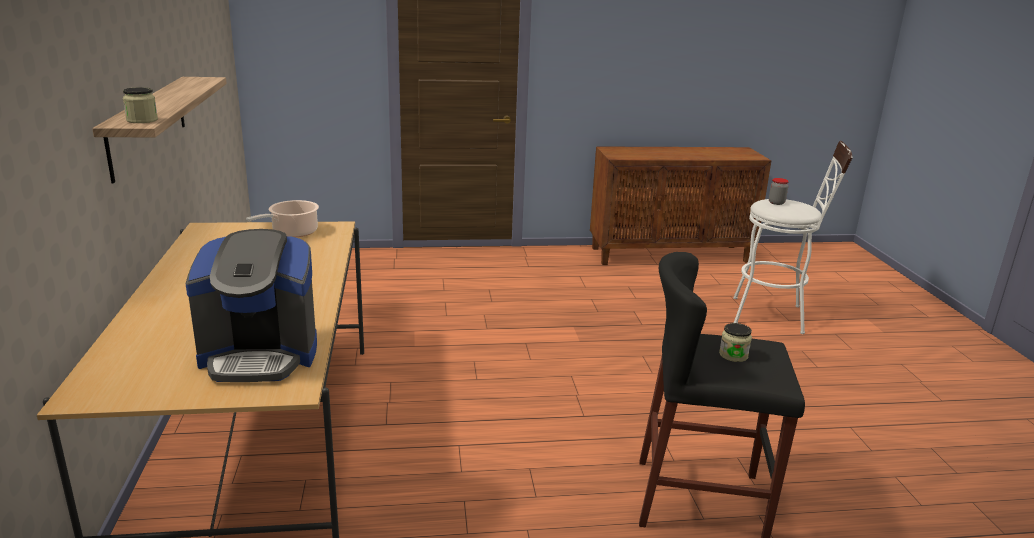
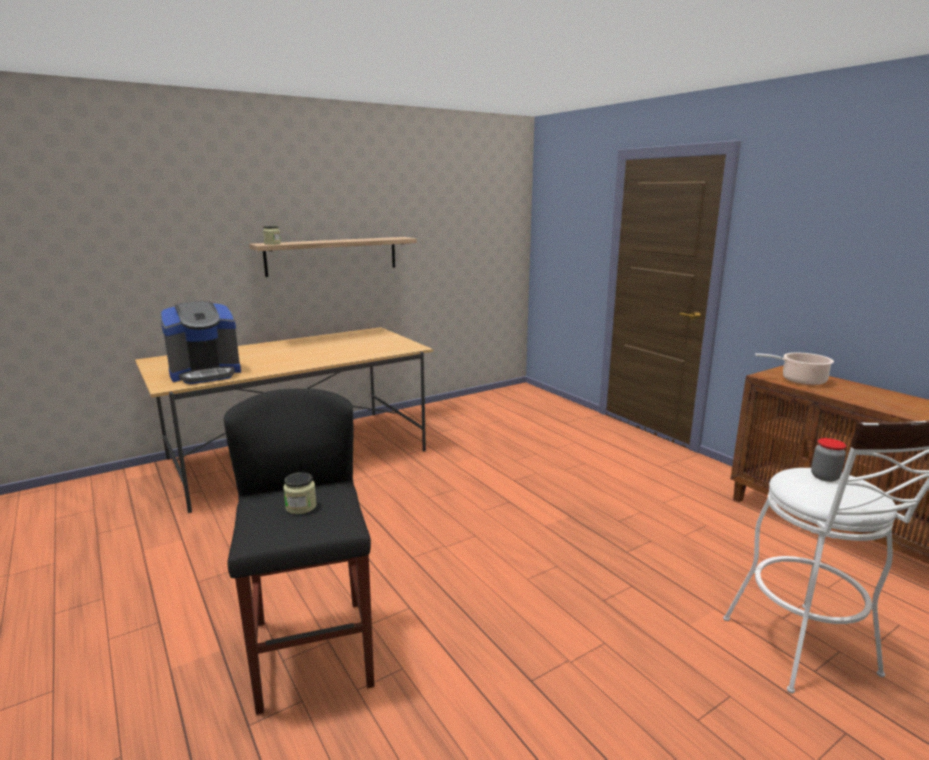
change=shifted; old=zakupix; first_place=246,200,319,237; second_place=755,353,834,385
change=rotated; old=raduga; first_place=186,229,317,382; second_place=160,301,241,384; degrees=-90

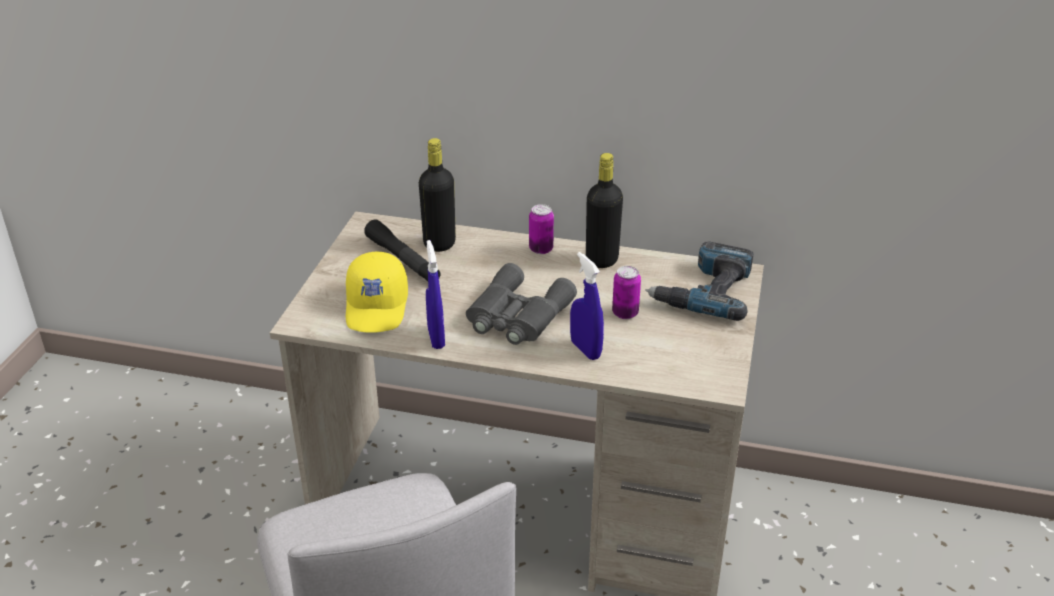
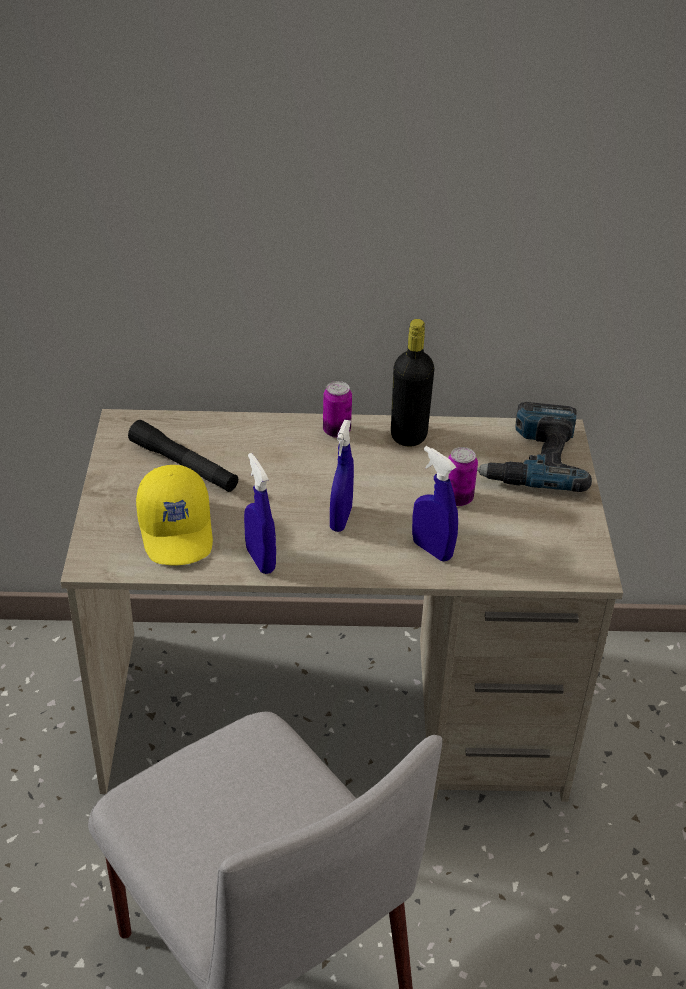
change=gone; old=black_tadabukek; first_place=419,138,456,252
change=swapped; old=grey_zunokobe; new=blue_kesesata; first_place=466,263,577,345; second_place=330,420,354,532

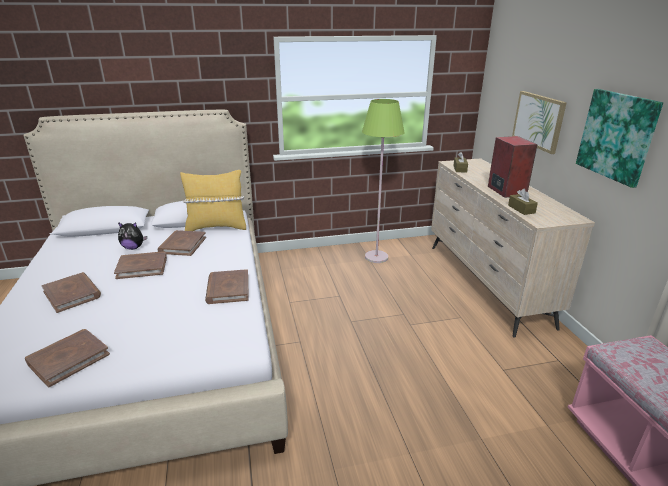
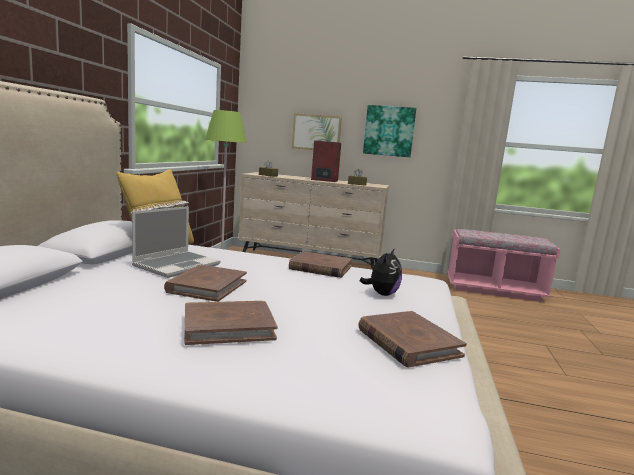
change=shifted; old=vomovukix; first_place=118,222,147,250; second_place=360,248,402,296
change=swapped; old=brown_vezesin; new=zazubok; first_place=158,230,206,256; second_place=132,206,220,278

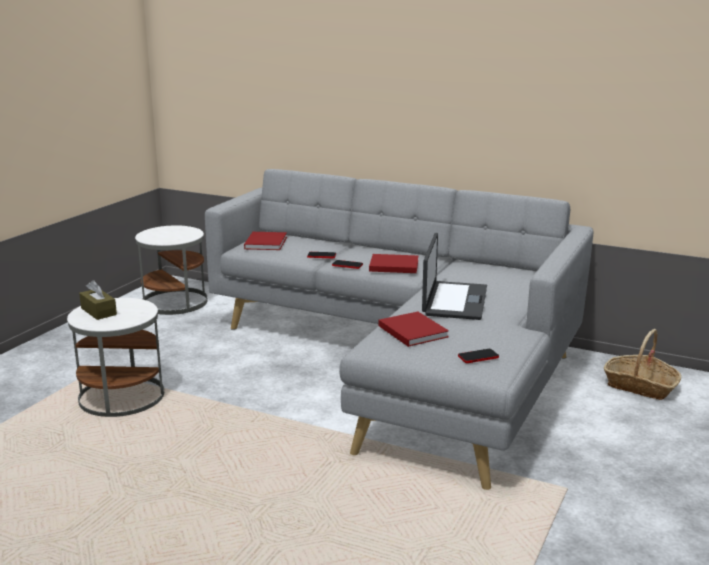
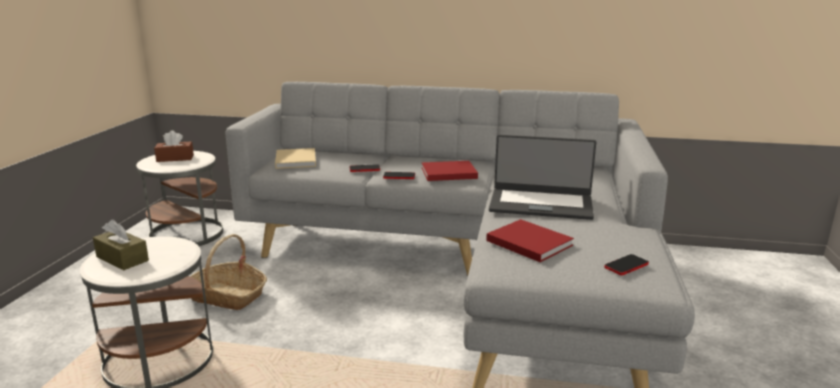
change=new; new=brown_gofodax; second_place=154,131,194,162
change=shifted; old=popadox; first_place=604,329,681,400; second_place=190,234,267,310
change=repainted; old=red_vezesin; new=beige_vezesin; first_place=244,232,287,250; second_place=275,148,316,169
change=rotated; old=zazubok; first_place=422,233,487,320; second_place=489,135,596,220; degrees=105

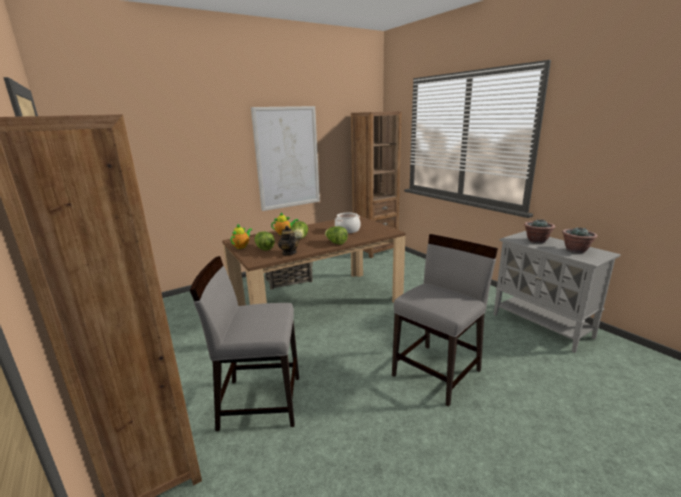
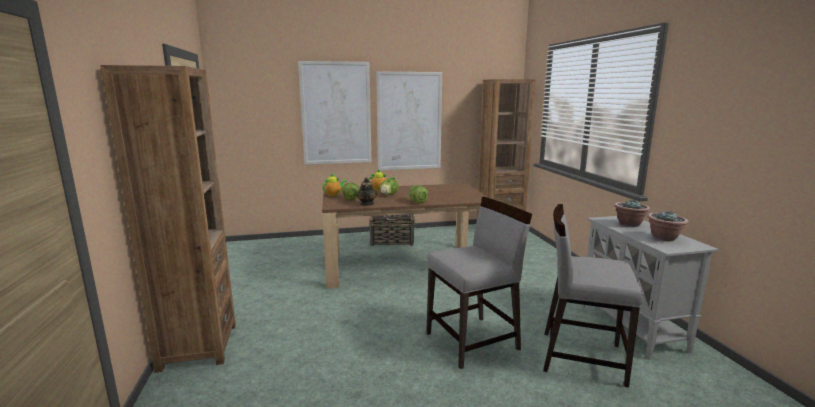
change=gone; old=zakupix; first_place=335,213,361,233
change=new; new=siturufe; second_place=298,61,371,165
change=shifted; old=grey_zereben; first_place=190,256,299,431; second_place=543,204,643,388

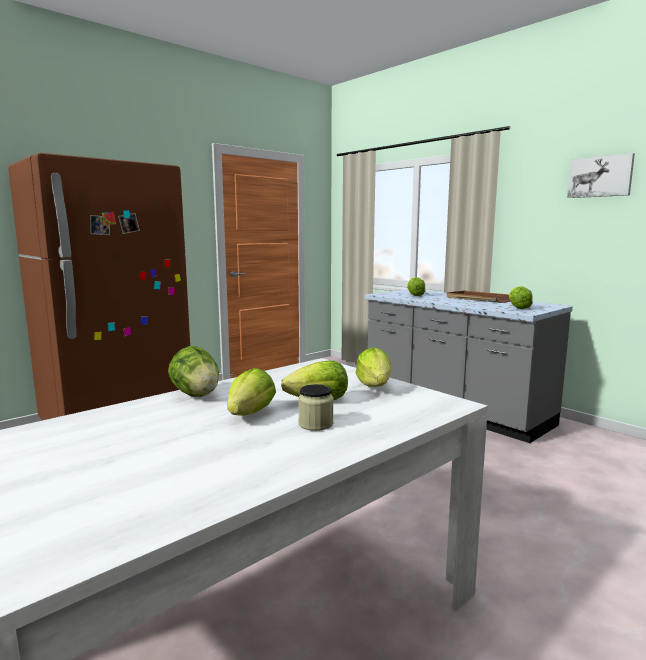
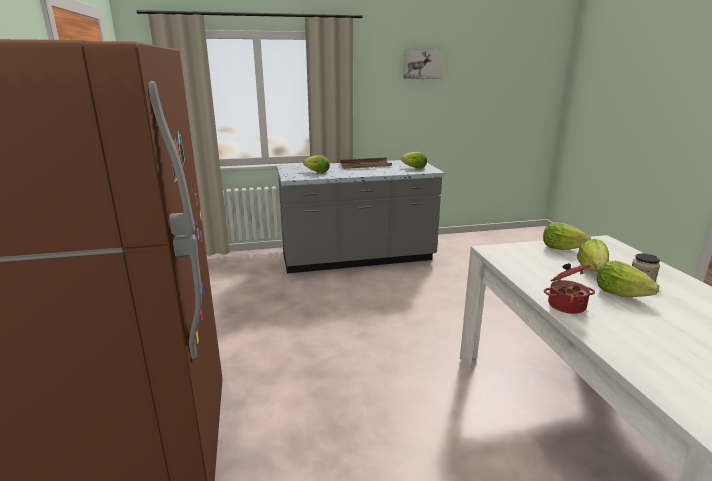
change=swapped; old=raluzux; new=zakupix; first_place=168,346,219,397; second_place=544,263,595,314

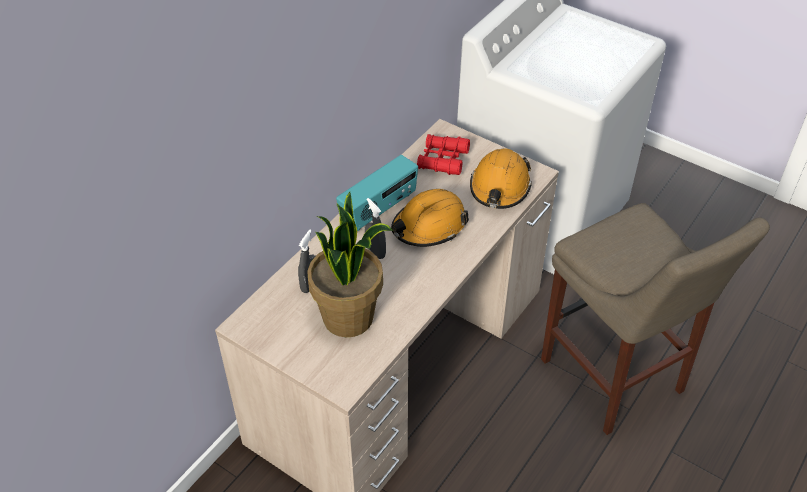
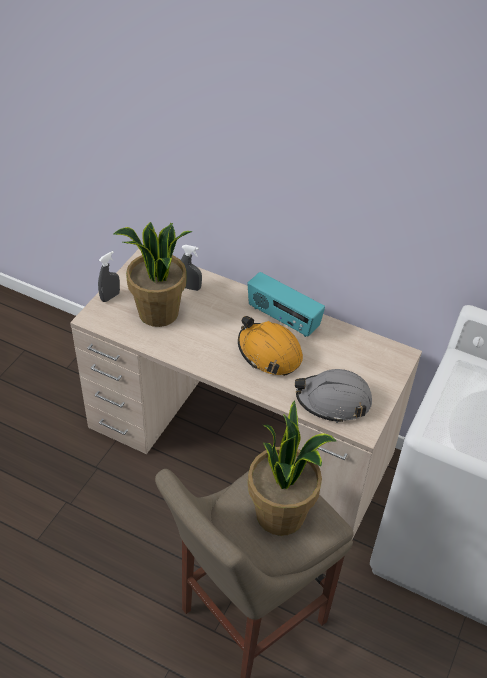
change=gone; old=red_zunokobe; first_place=417,134,470,175
change=new; new=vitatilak; second_place=248,400,336,536
change=shifted; old=grey_kesesata; first_place=365,198,386,259; second_place=98,251,120,302
change=repainted; old=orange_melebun; new=grey_melebun; first_place=470,148,532,209; second_place=295,369,372,423

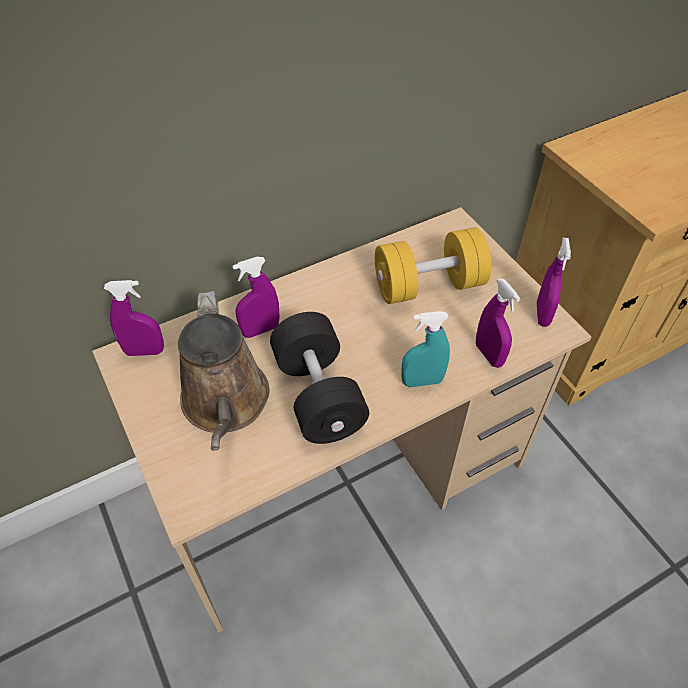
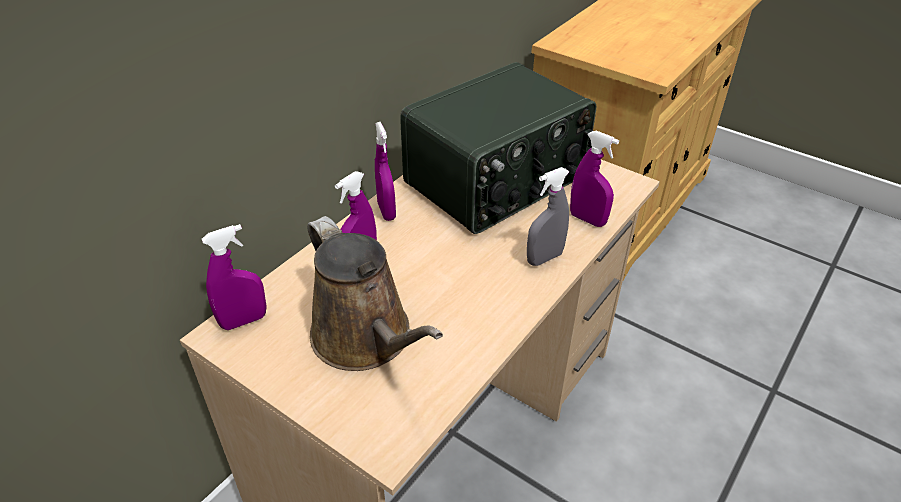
change=gone; old=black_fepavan; first_place=270,312,369,444
change=shifted; old=purple_kesesata; first_place=537,238,571,327; second_place=375,122,396,221
change=swapped; old=yellow_fepavan; new=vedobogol; first_place=375,227,491,304; second_place=400,62,596,234
change=repainted; old=turquoise_kesesata; new=grey_kesesata; first_place=402,311,450,387; second_place=527,167,569,266

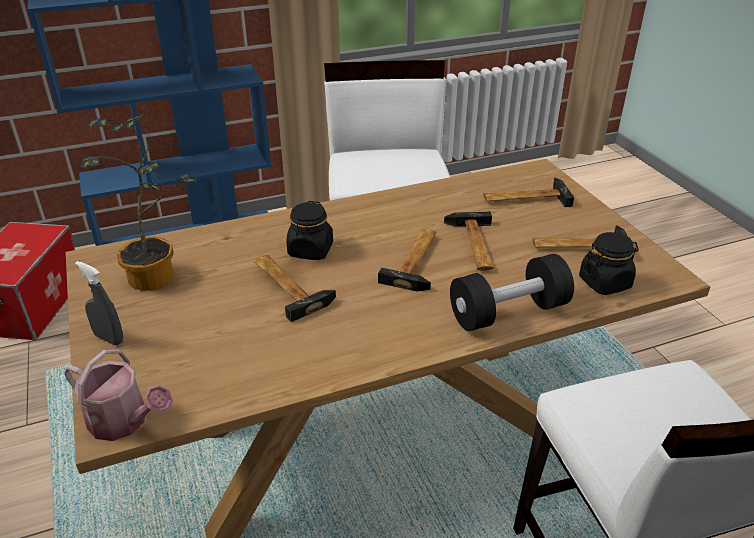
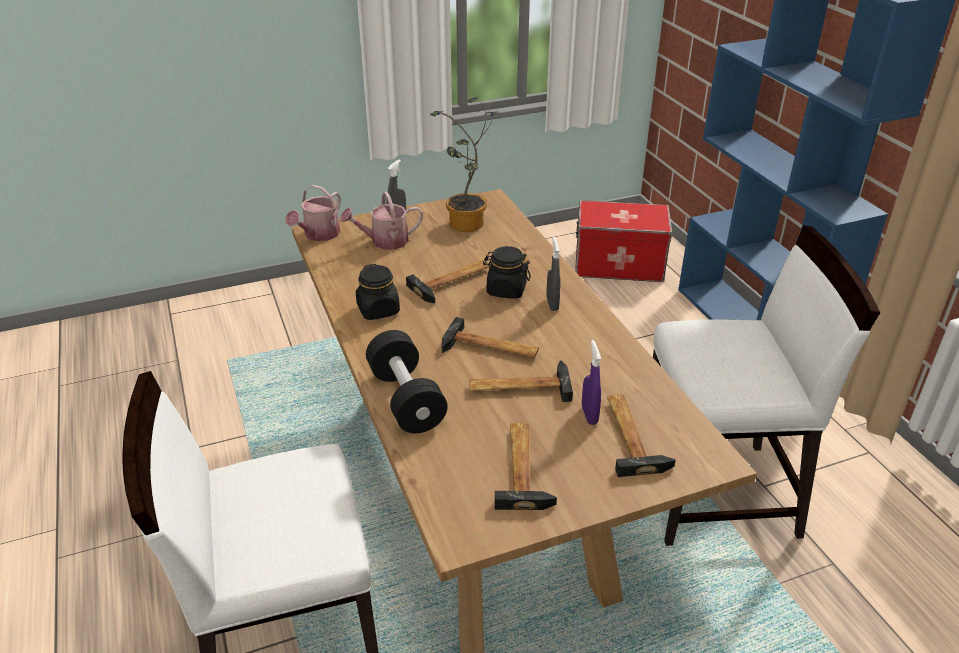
change=new; new=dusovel; second_place=340,191,423,250
change=new; new=grey_kesesata; second_place=546,237,560,311
change=new; new=purple_kesesata; second_place=582,340,601,425
change=shifted; old=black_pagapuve; first_place=579,232,639,295; second_place=356,264,400,320

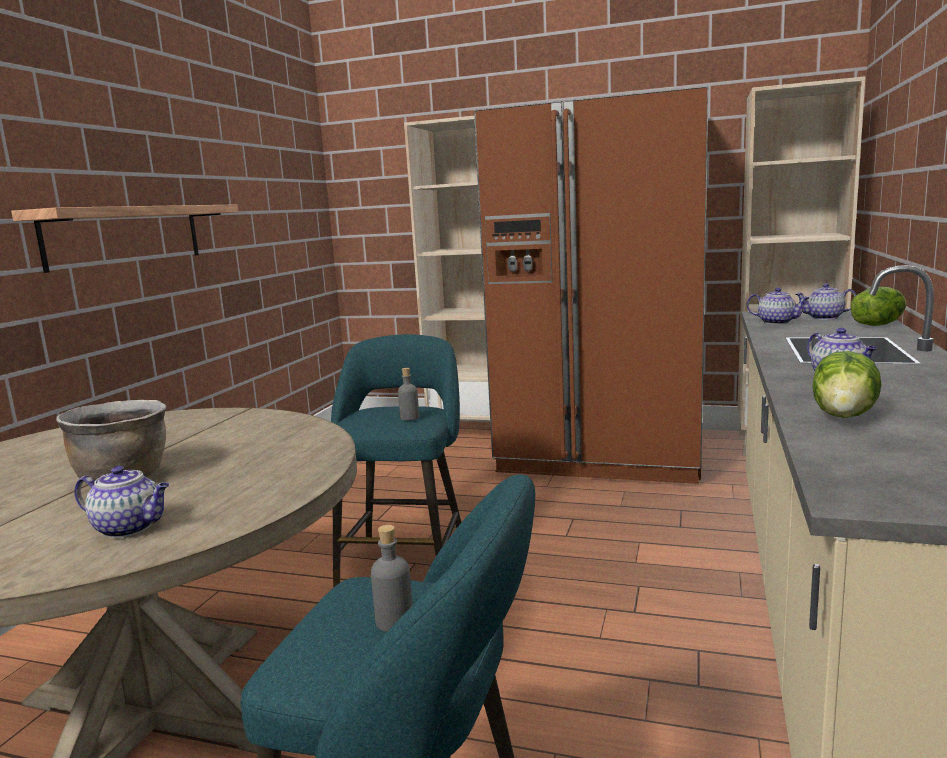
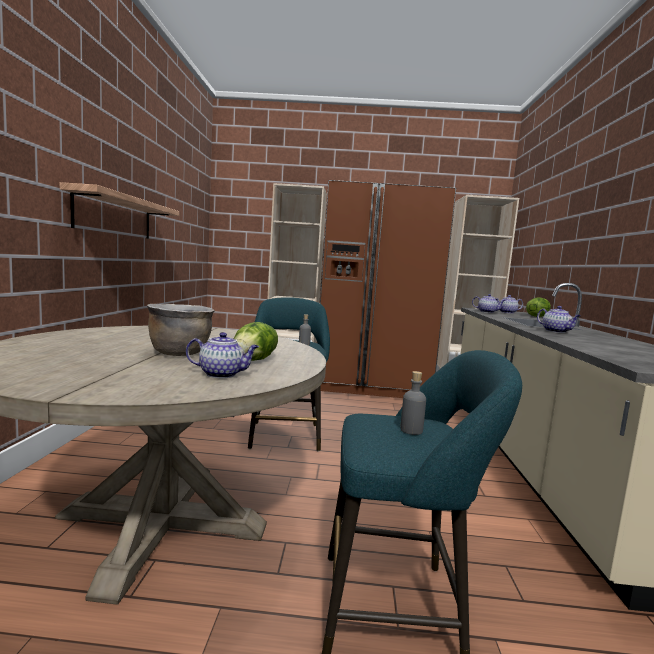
change=shifted; old=raluzux; first_place=812,351,881,418; second_place=234,322,278,361

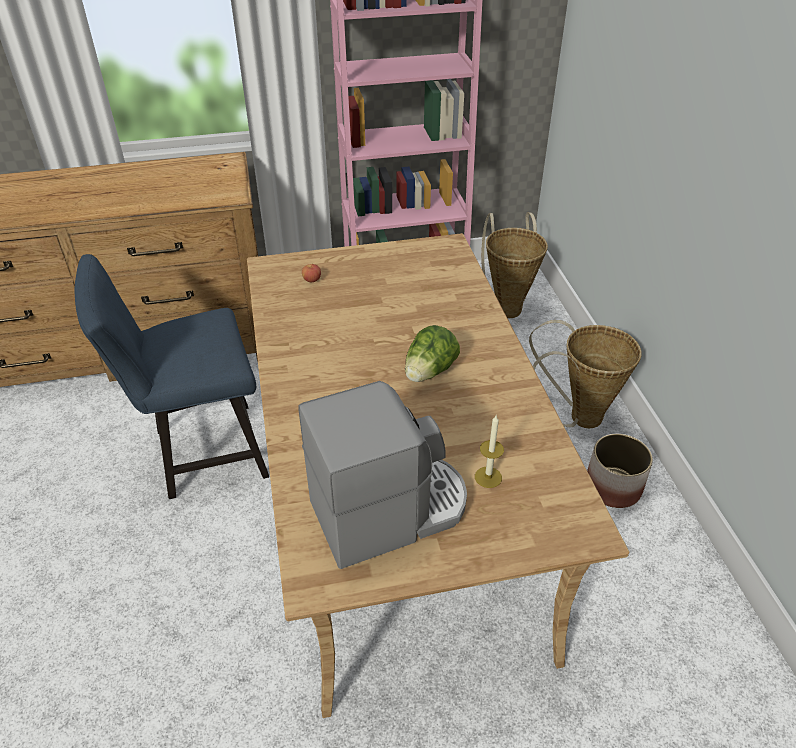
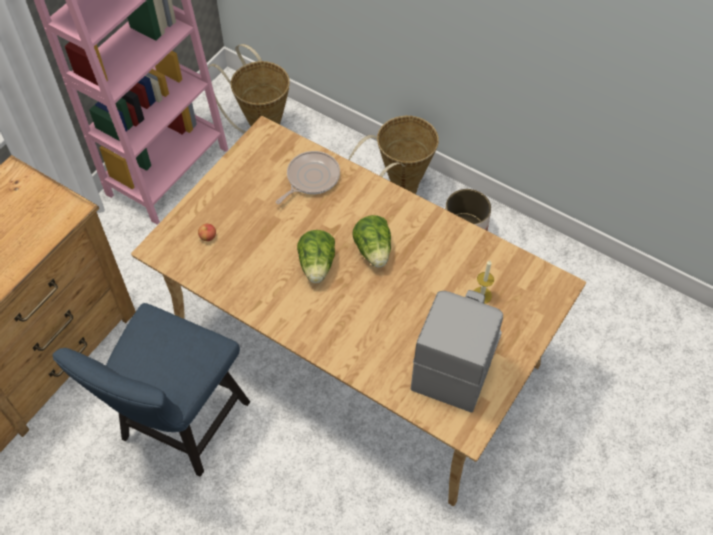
change=new; new=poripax; second_place=276,151,340,204
change=new; new=raluzux; second_place=297,230,335,283

